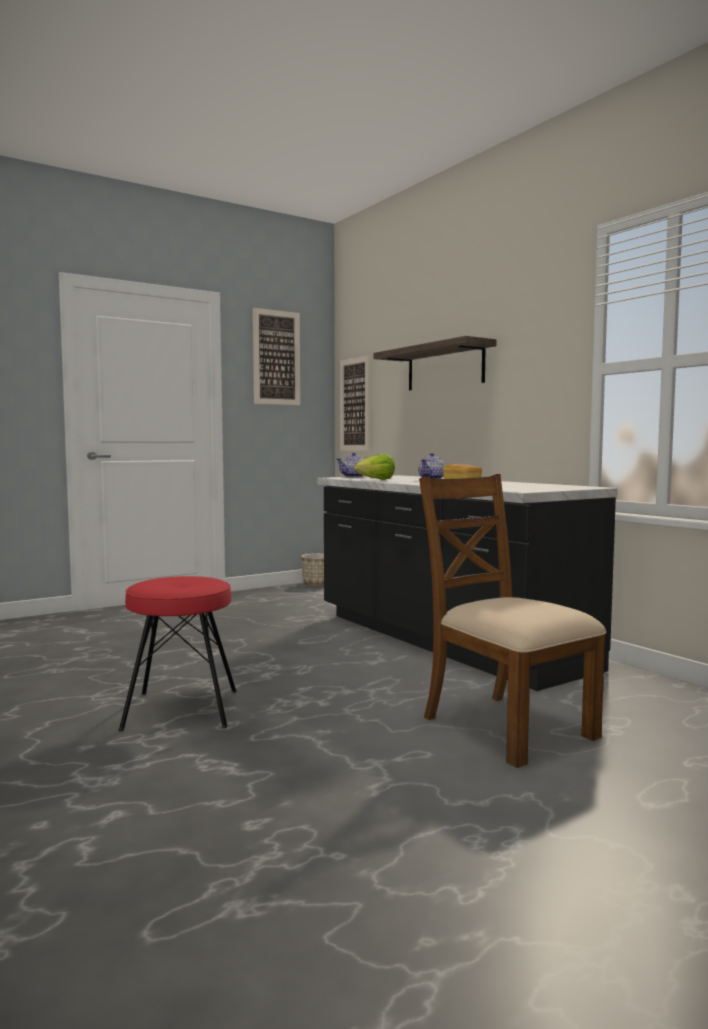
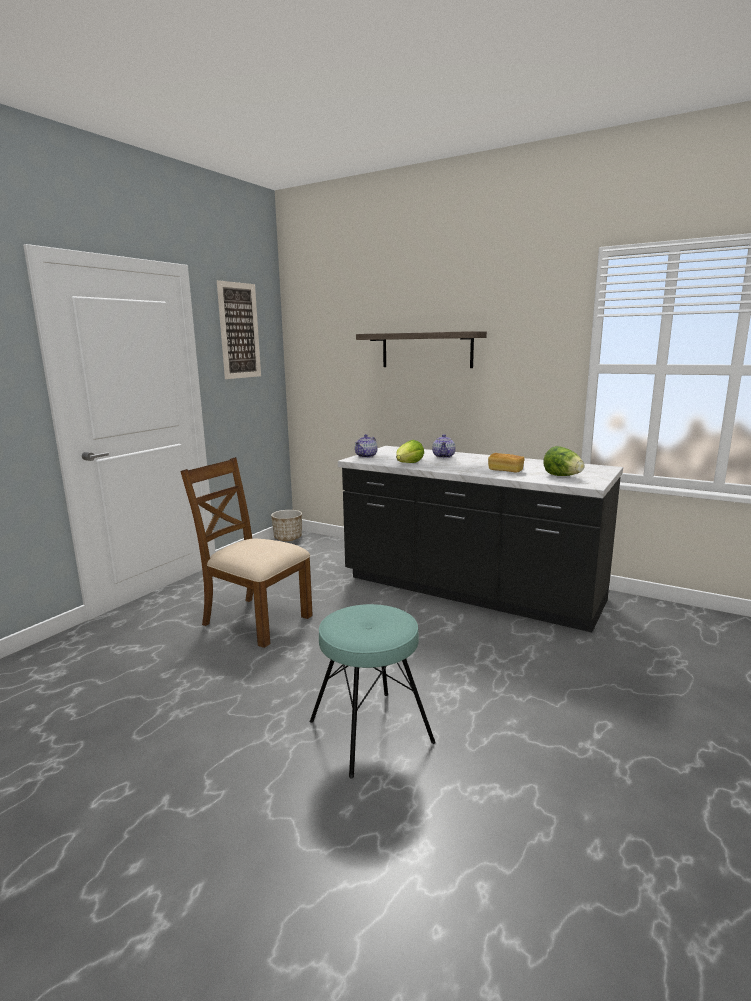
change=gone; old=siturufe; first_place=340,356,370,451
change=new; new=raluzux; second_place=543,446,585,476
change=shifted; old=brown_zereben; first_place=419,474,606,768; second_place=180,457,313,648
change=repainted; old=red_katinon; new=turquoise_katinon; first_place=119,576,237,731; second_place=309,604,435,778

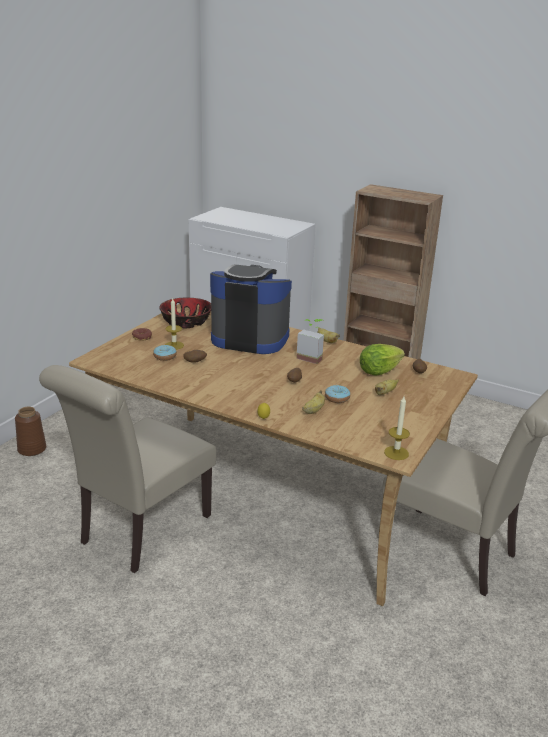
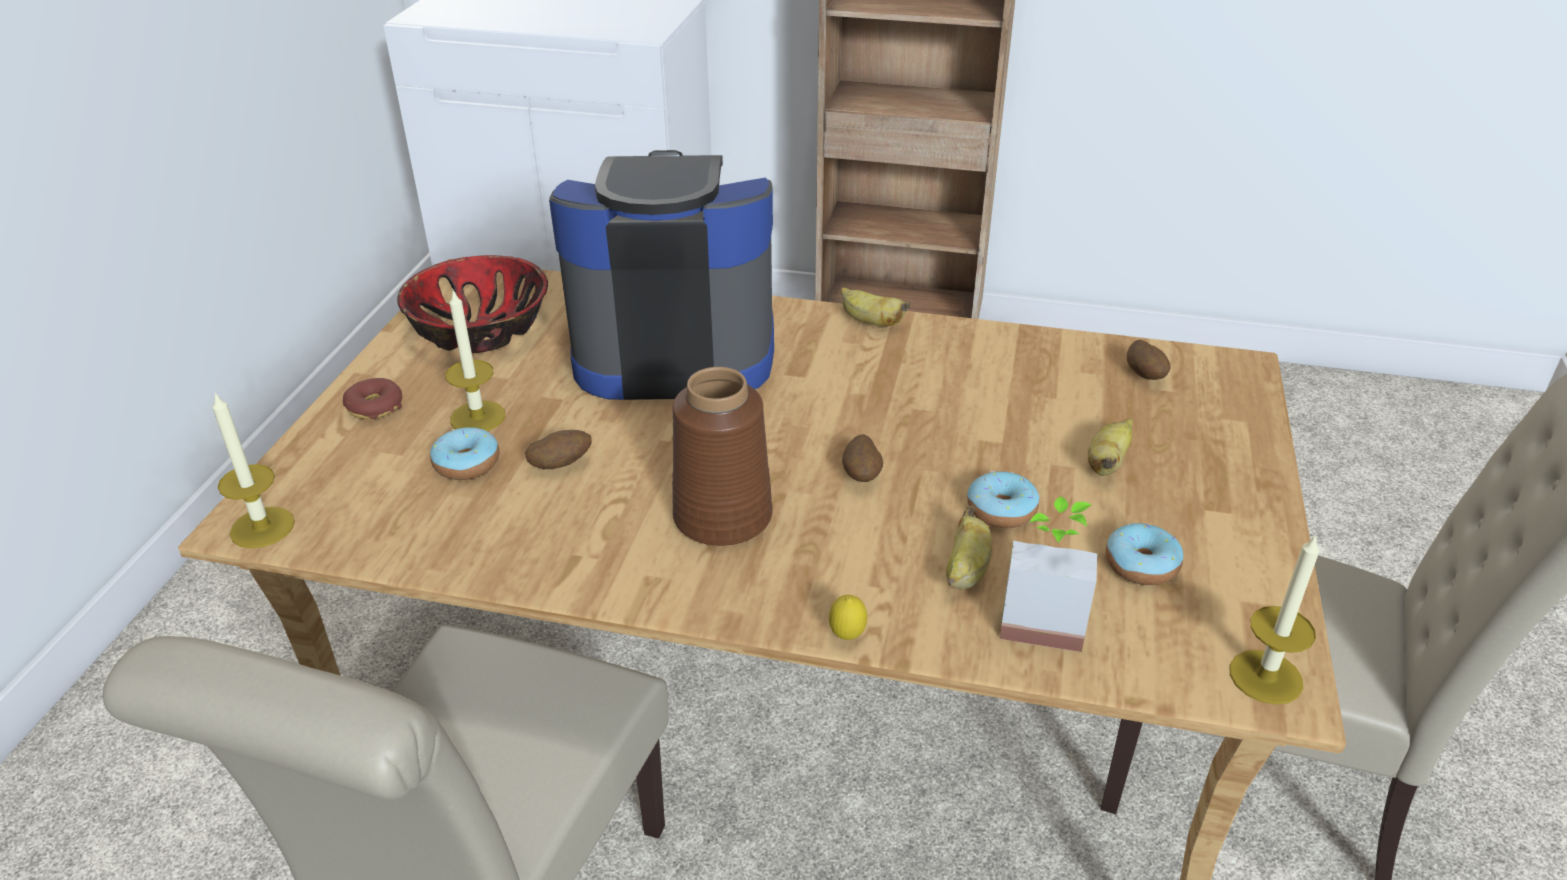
change=gone; old=raluzux; first_place=360,344,405,376
change=new; new=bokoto; second_place=212,392,295,548
change=new; new=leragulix; second_place=1106,523,1184,585
change=shifted; old=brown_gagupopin; first_place=15,407,46,456; second_place=672,367,773,546
change=shifted; old=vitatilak; first_place=296,319,324,364; second_place=1000,496,1097,652

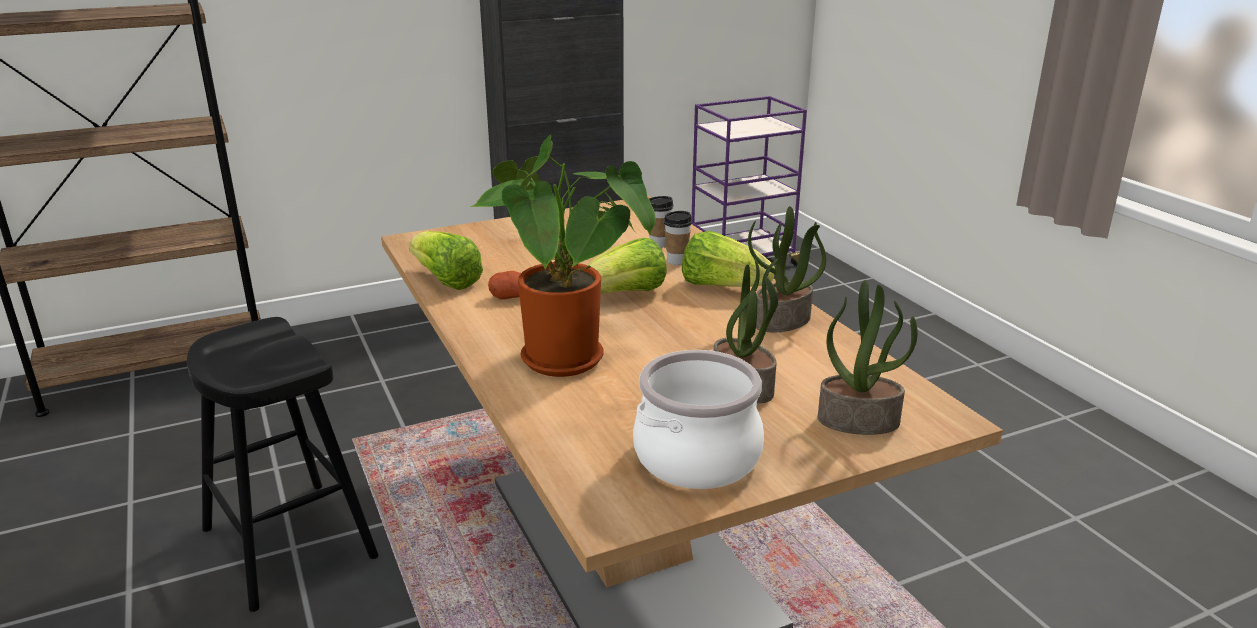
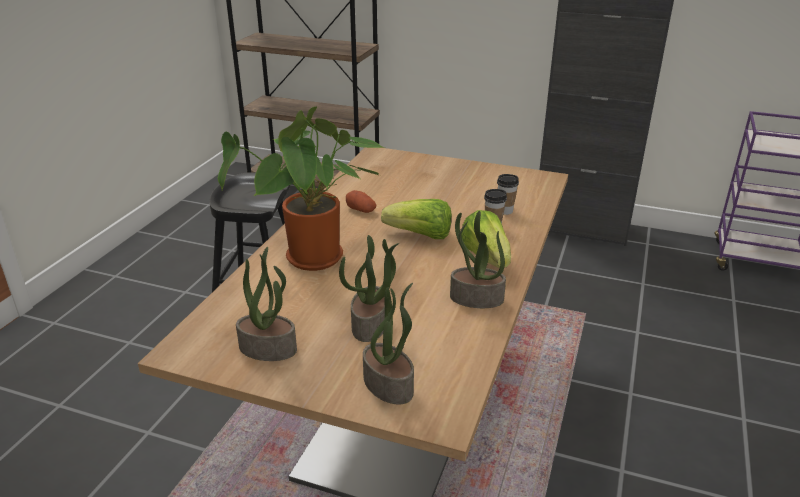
change=gone; old=raluzux; first_place=409,231,483,290
change=swapped; old=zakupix; new=vitatilak; first_place=633,350,764,489; second_place=236,247,297,361

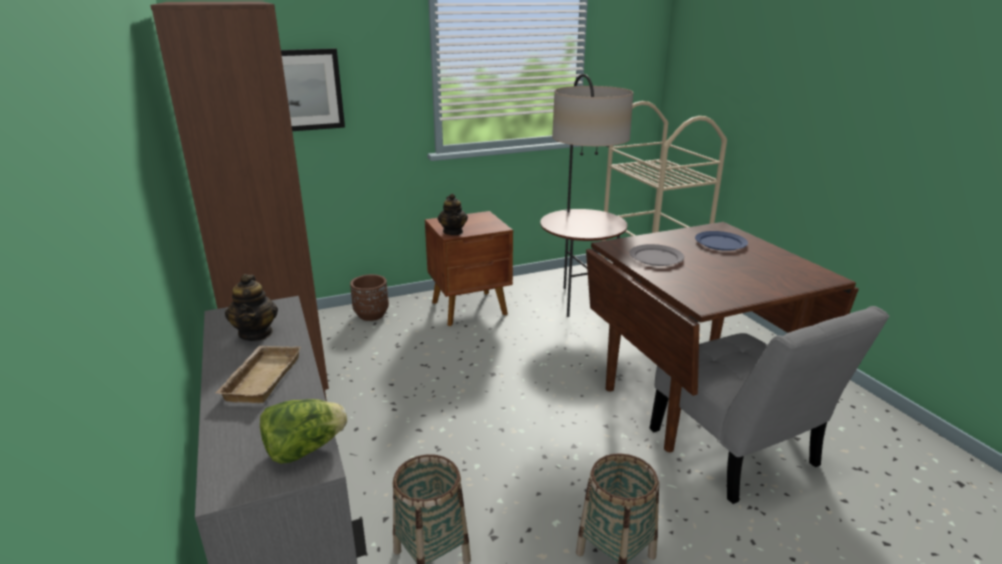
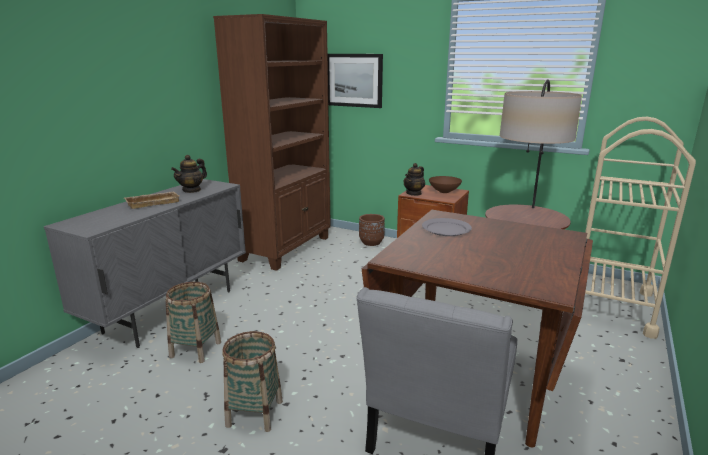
change=gone; old=raluzux; first_place=260,399,347,464
change=gone; old=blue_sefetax; first_place=695,231,748,251
change=new; new=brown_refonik; second_place=429,176,462,193

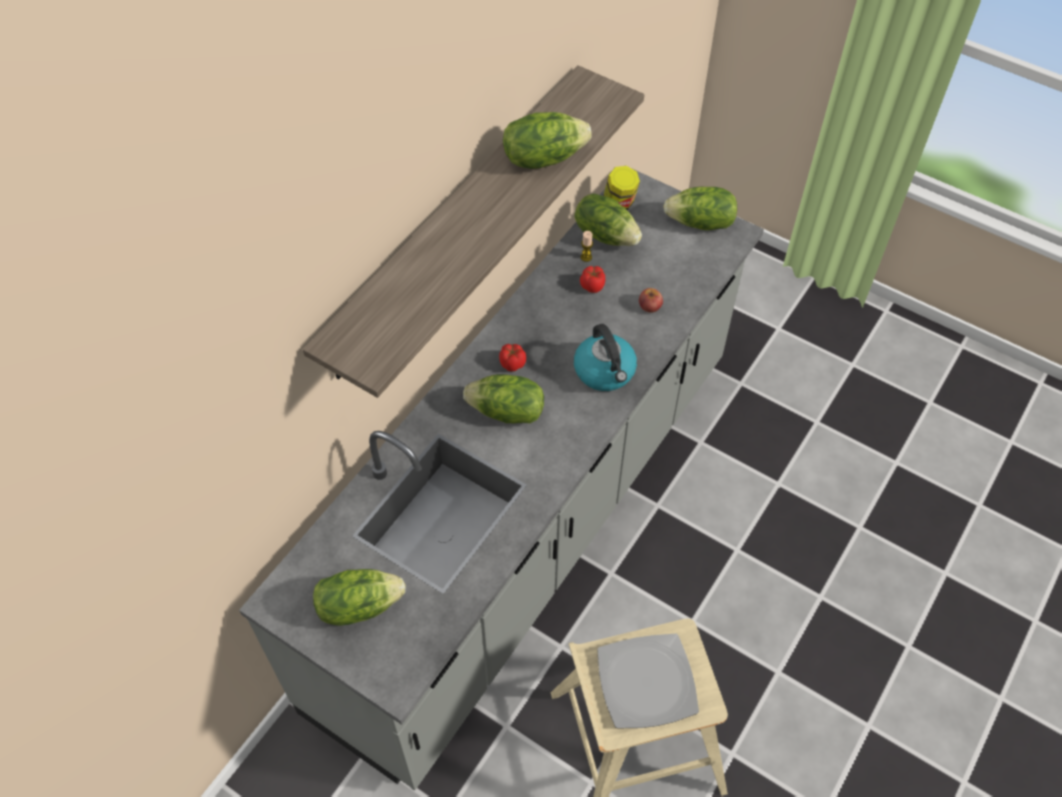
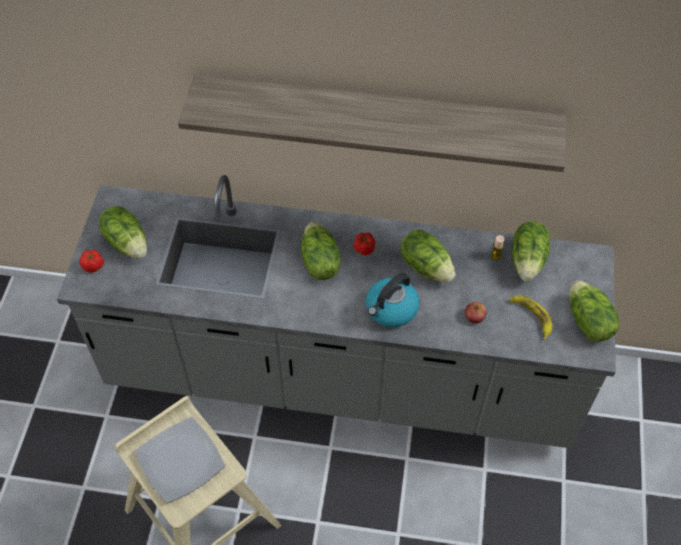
change=gone; old=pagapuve; first_place=603,166,640,210
change=new; new=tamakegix; second_place=509,295,552,340
change=shifted; old=raluzux; first_place=503,112,592,169; second_place=400,230,455,283
change=shifted; old=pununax; first_place=580,266,605,293; second_place=80,250,104,273

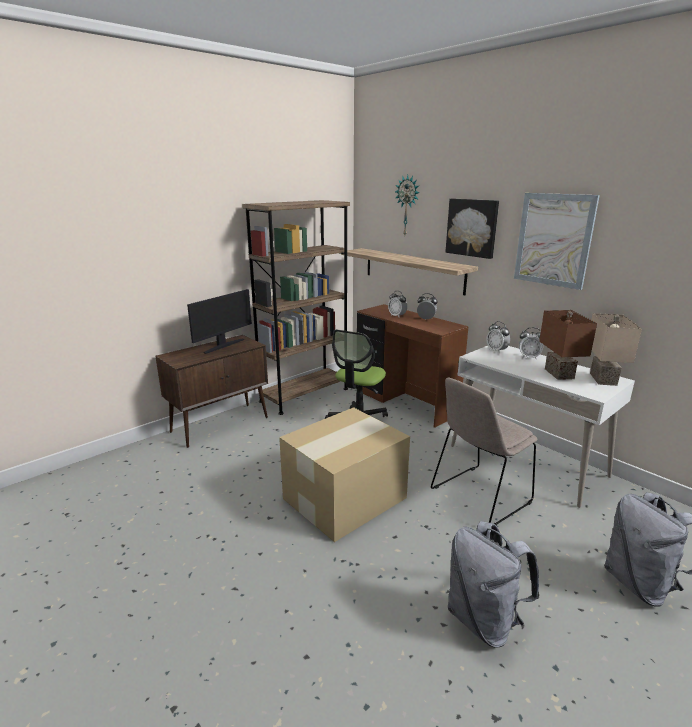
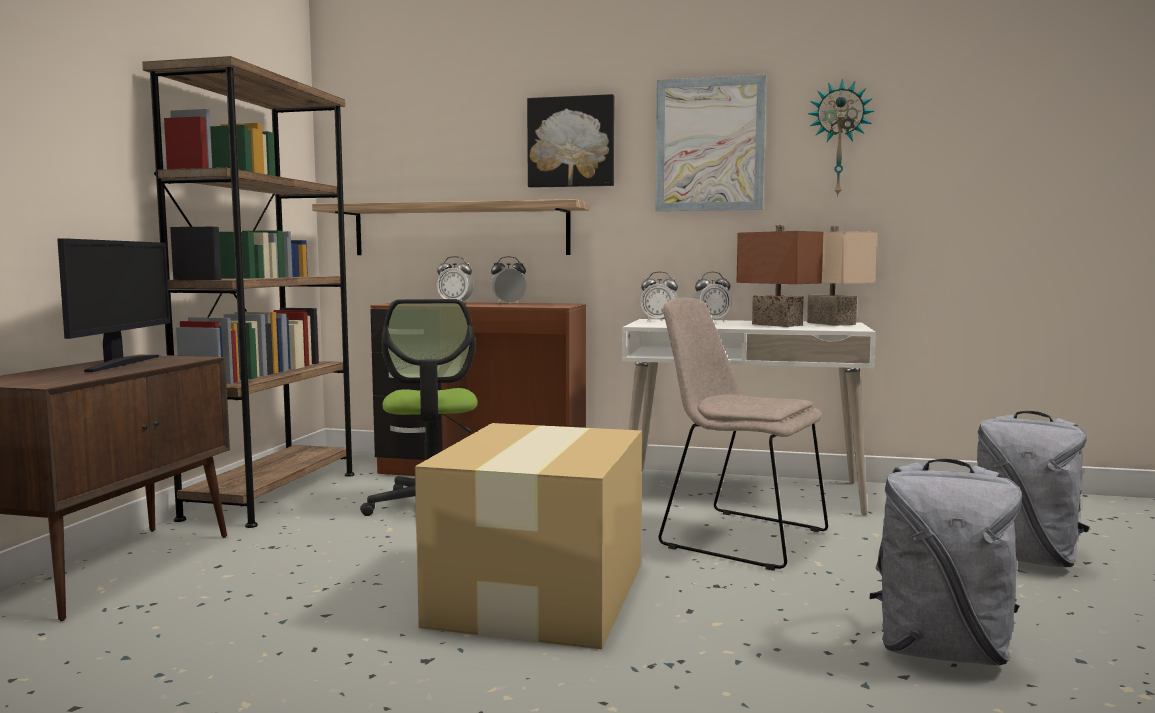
change=shifted; old=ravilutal; first_place=395,175,420,235; second_place=808,79,874,198
change=rotated; old=beige_zereben; first_place=431,377,537,526; second_place=658,298,828,571; degrees=105

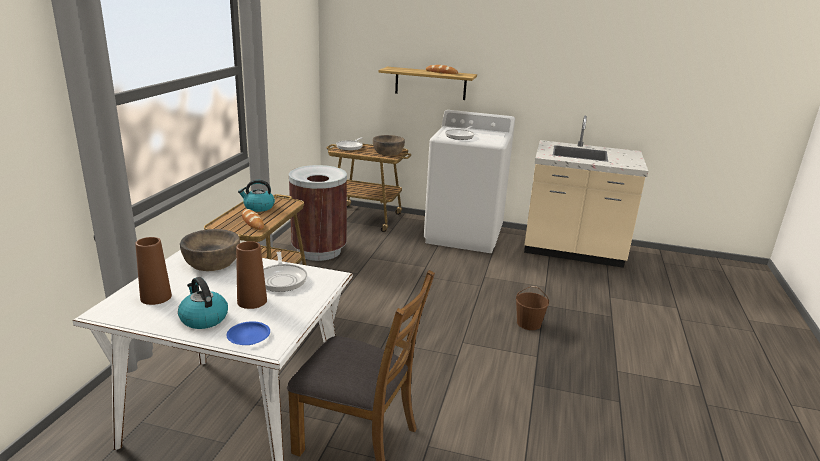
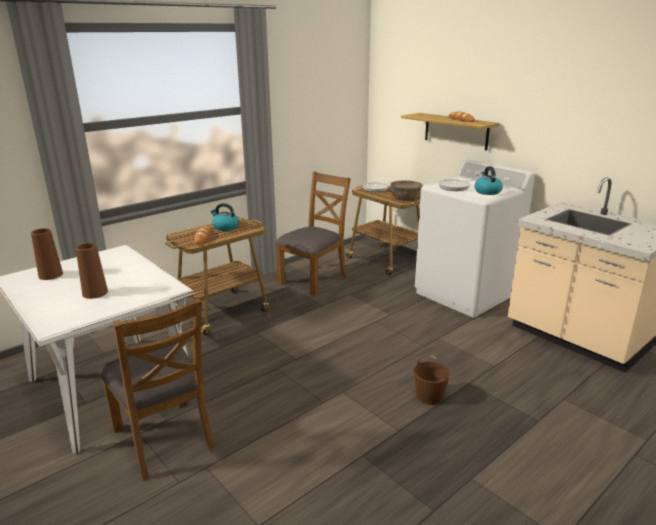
change=gone; old=brown_refonik; first_place=180,229,240,271
change=gone; old=blue_sefetax; first_place=226,321,270,345
change=gone; old=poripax; first_place=263,252,307,292
change=shifted; old=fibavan; first_place=178,277,228,329; second_place=475,166,503,195
change=swapped; old=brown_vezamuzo; new=brown_zereben; first_place=289,165,347,261; second_place=275,171,351,296

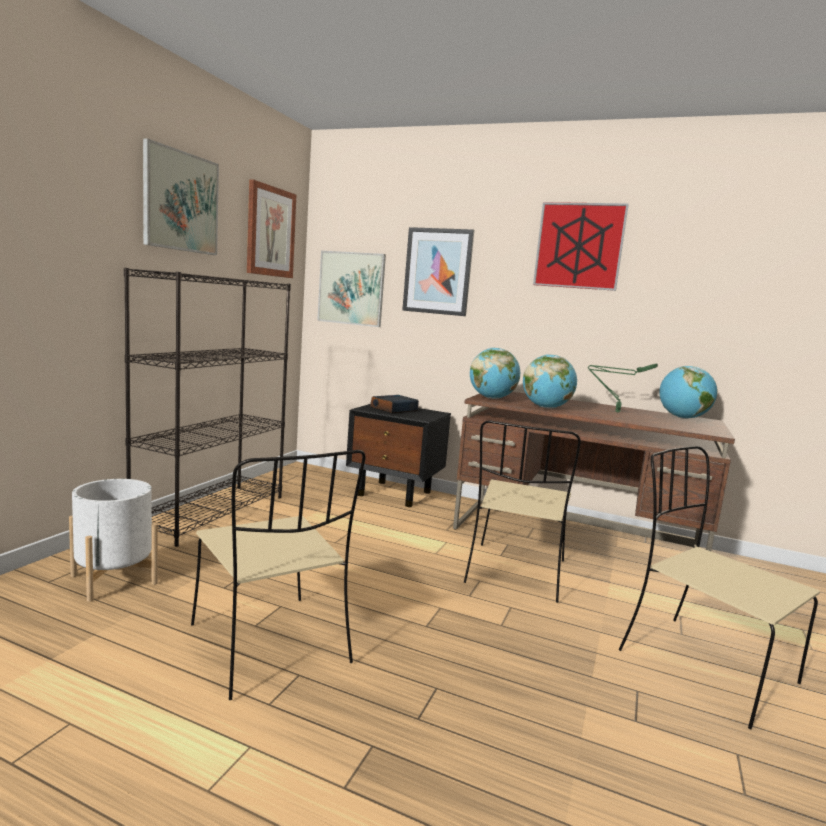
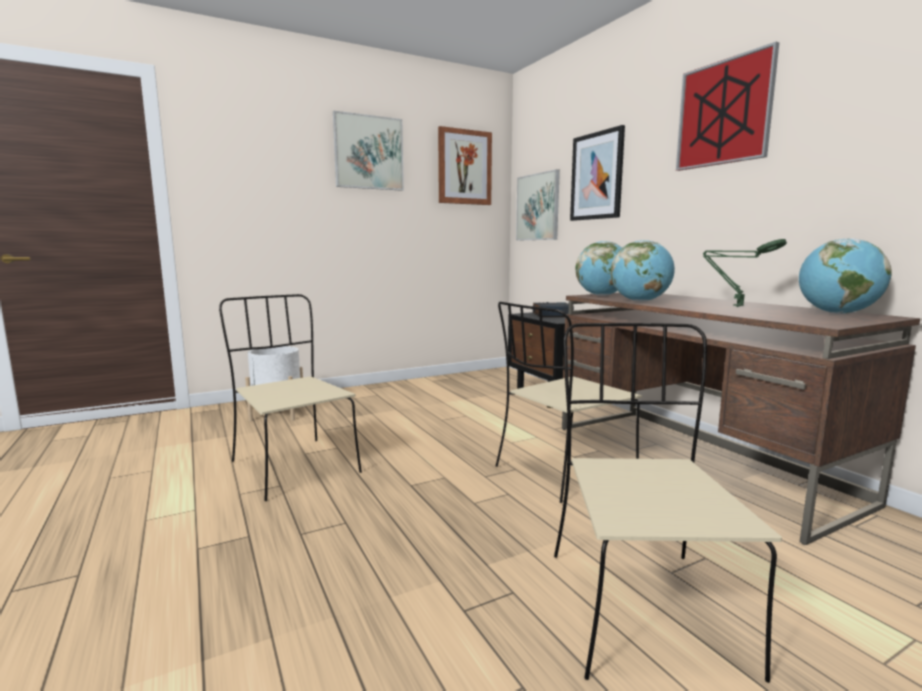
change=gone; old=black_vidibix; first_place=124,268,291,547
change=rotated; old=beige_zereben; first_place=191,450,366,700; second_place=219,294,362,501; degrees=135

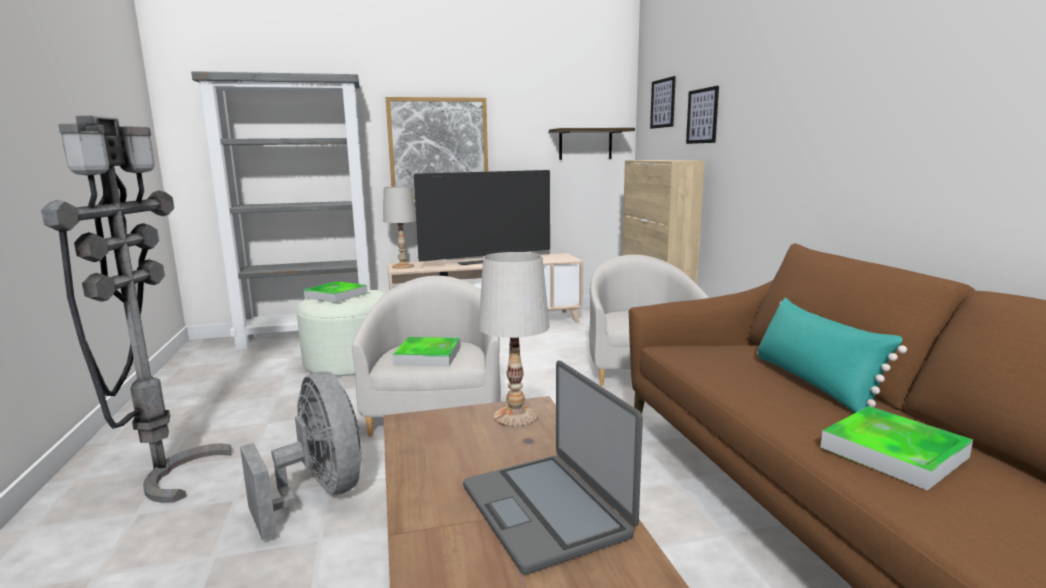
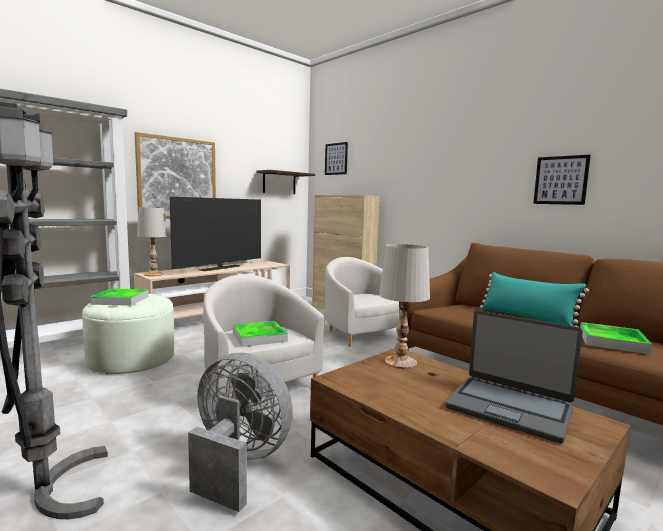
change=shifted; old=siturufe; first_place=686,86,719,144; second_place=533,155,591,205

